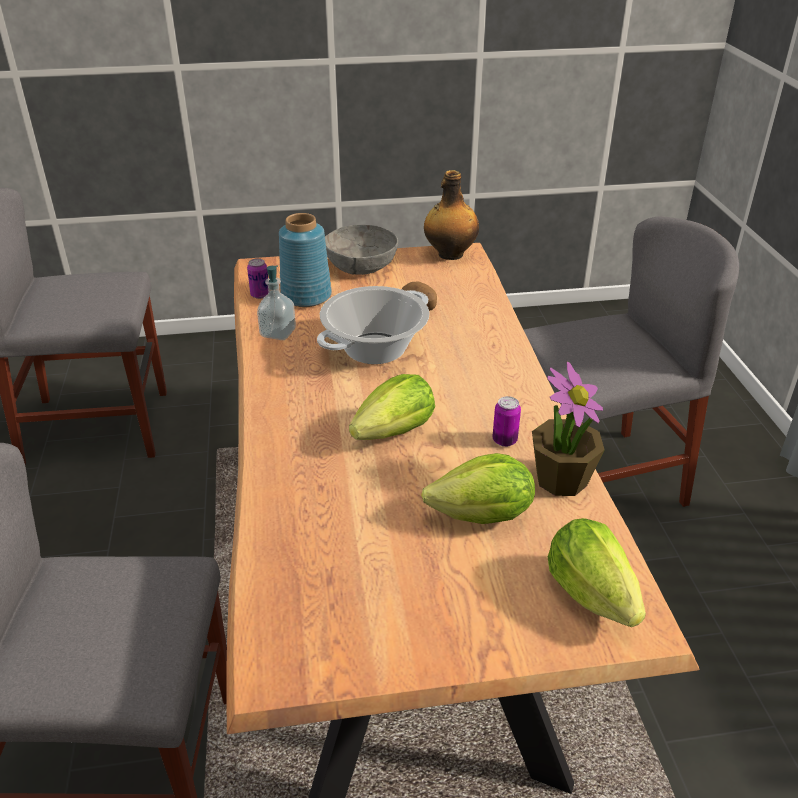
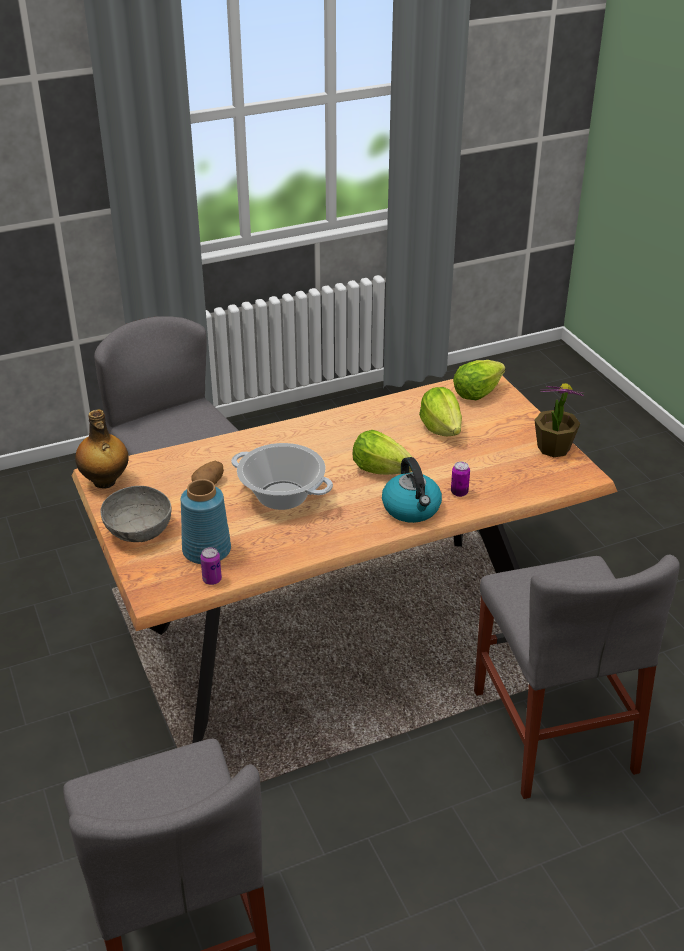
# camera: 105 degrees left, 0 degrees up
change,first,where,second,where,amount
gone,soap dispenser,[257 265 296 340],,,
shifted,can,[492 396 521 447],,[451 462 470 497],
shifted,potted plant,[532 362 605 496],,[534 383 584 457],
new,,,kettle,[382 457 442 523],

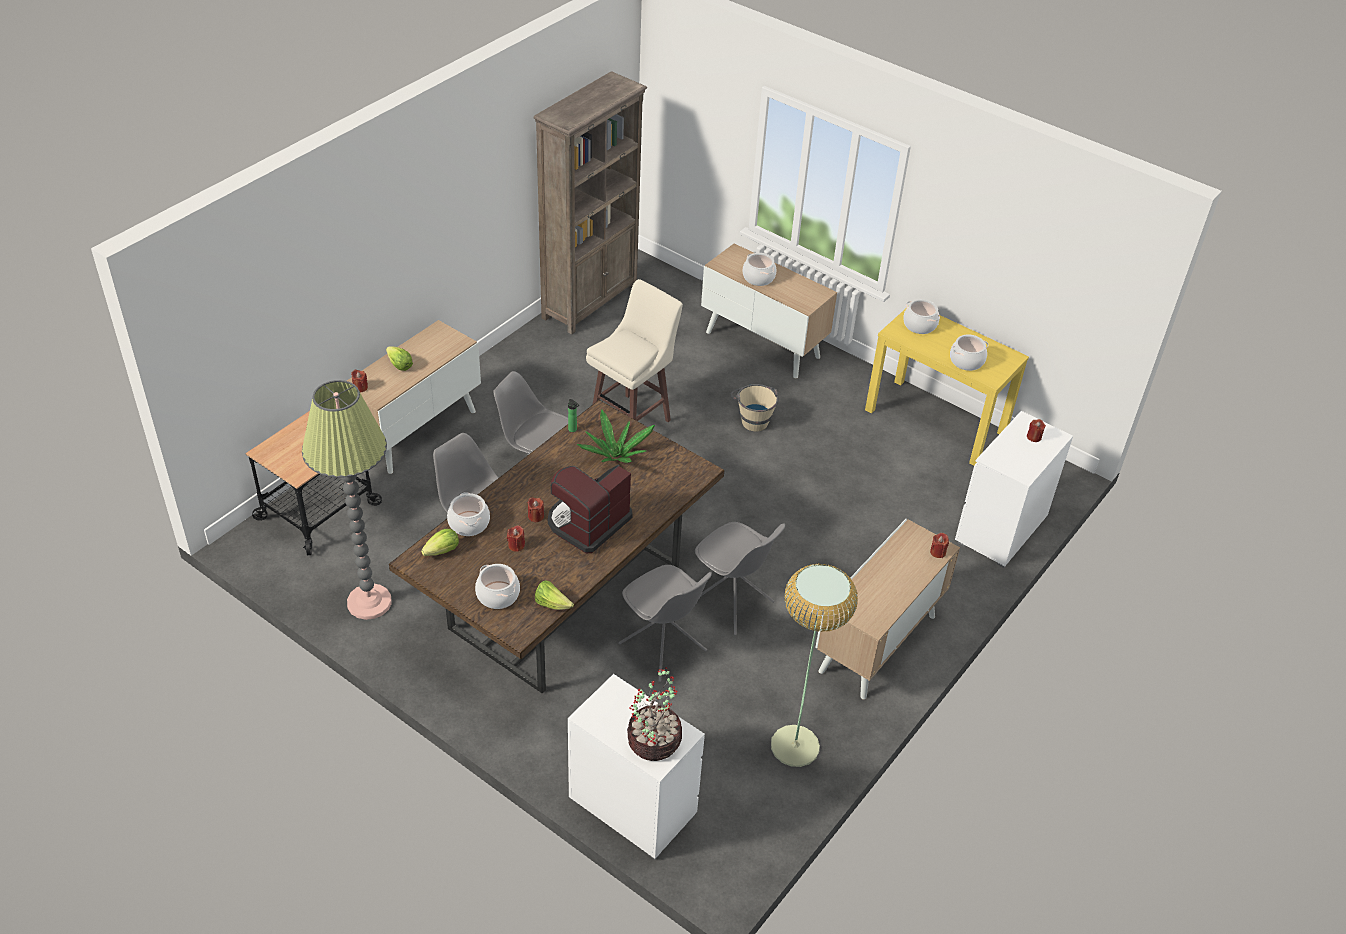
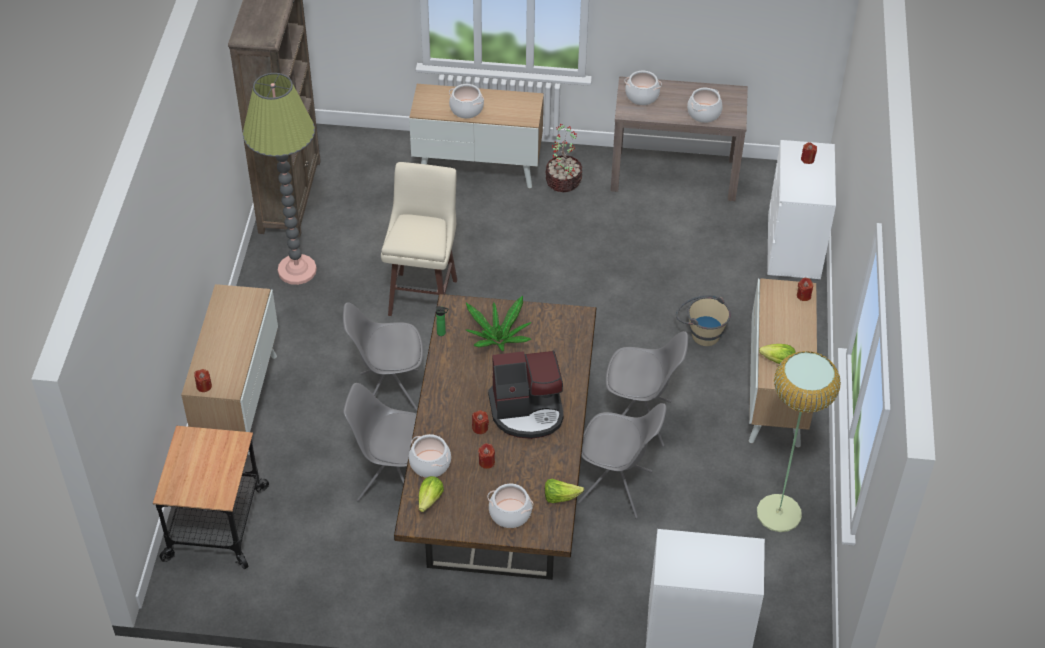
# camera: 30 degrees left, 5 degrees up
change,first,where,second,where,amount
shifted,floor lamp,[302 380 392 620],,[243 73 317 285],
shifted,lettuce,[386 346 413 371],,[759 344 796 364],
rotated,coffee machine,[548 465 632 554],,[488 351 564 439],105 degrees counterclockwise
shifted,potted plant,[627 667 682 761],,[545 124 582 192],
shifted,bucket (beige),[730 384 778 431],,[676 295 731 346],
repainted,console table (yellow),[865 309 1029 466],console table (brown),[610 76 748 201],

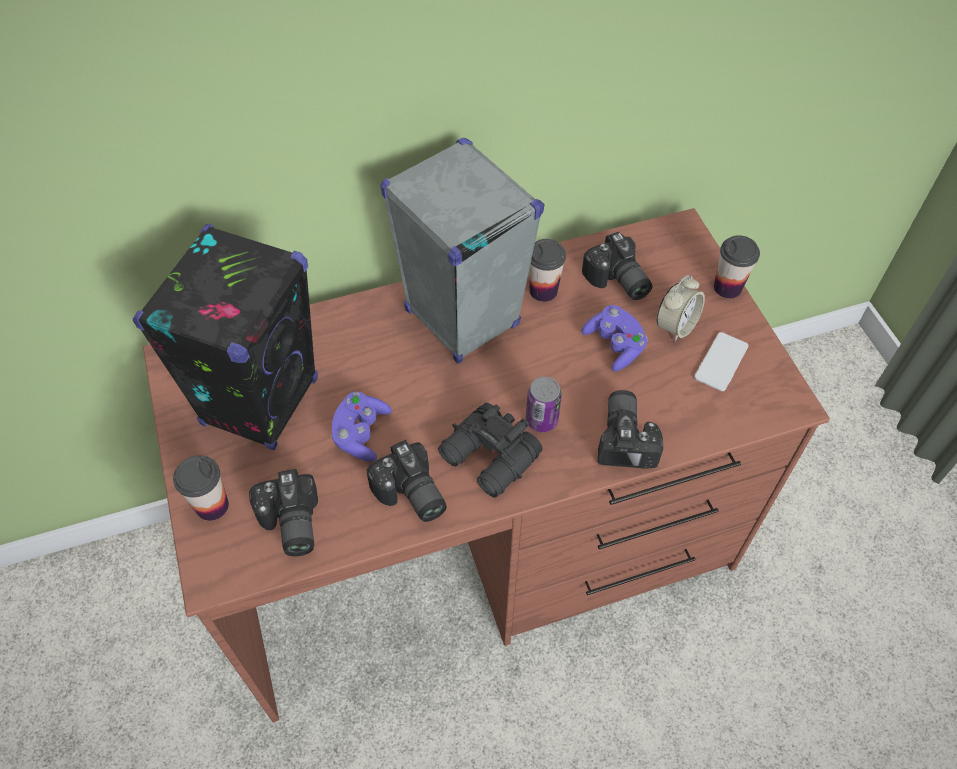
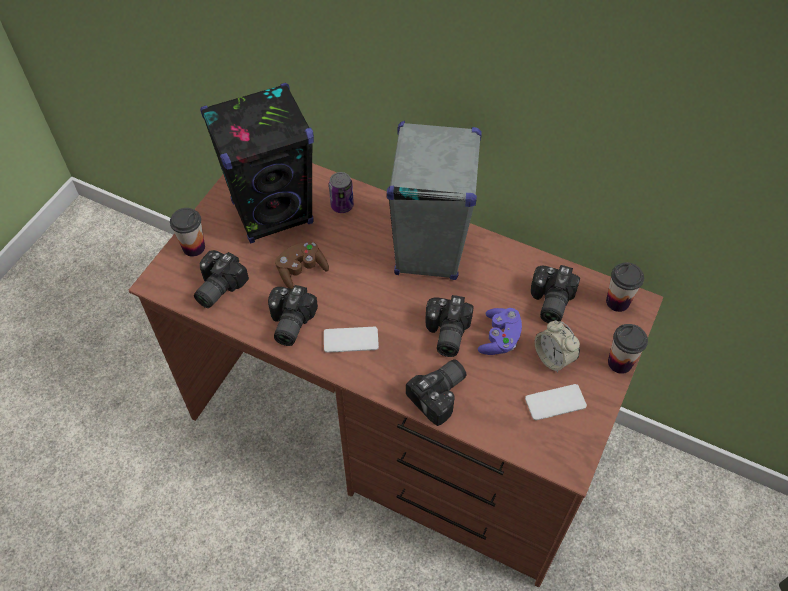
# camera: 45 degrees right, 0 degrees up
change,first,where,second,where,amount
repainted,game controller (purple),[331 391 392 461],game controller (brown),[275 241 329 289],
swapped,binoculars (black),[438 403 543 498],phone,[324 327 379 353],
shifted,can,[526 377 562 432],,[329 172 354 213],
shifted,cup,[529 239 566 302],,[606 262 644 312],
rotated,alarm clock,[656 275 705 341],,[535 320 580 373],60 degrees clockwise
new,,,photo camera,[425 295 474 357],

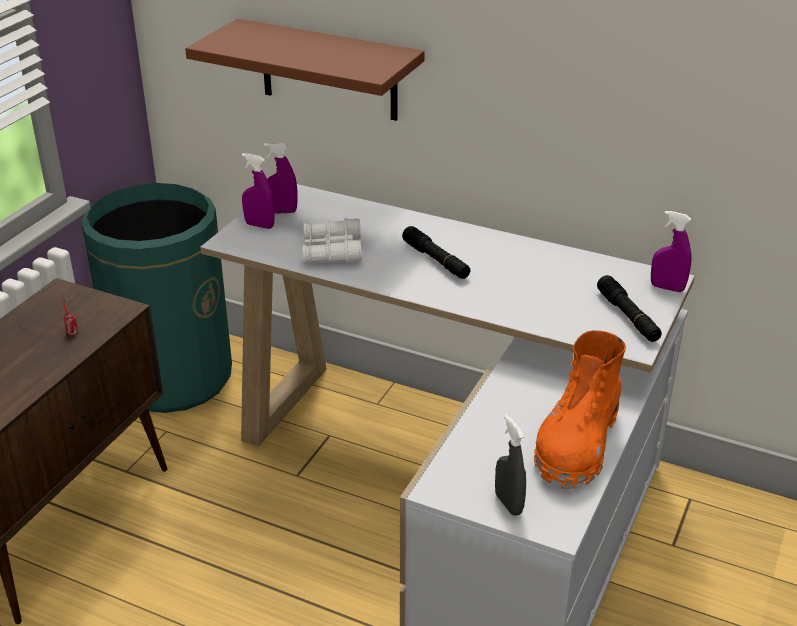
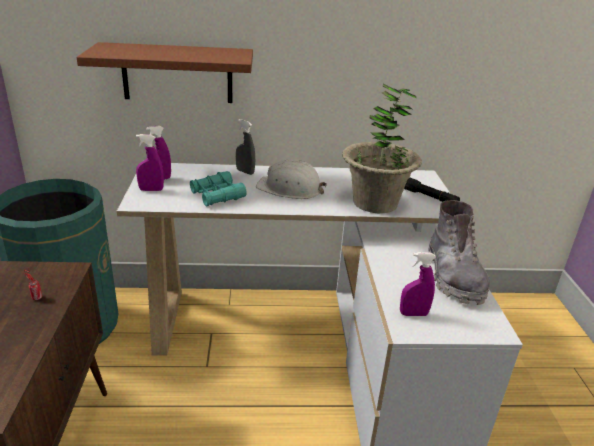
# camera: 30 degrees left, 5 degrees down
change,first,where,second,where,amount
repainted,binoculars (white),[303 218 362 264],binoculars (turquoise),[190 171 247 206],
swapped,flashlight (black),[402 226 471 279],hard hat (white),[256 159 327 199],
shifted,spray bottle (grey),[495 415 526 516],,[236 119 255 175],
repainted,boot (orange),[534 330 626 489],boot (grey),[428 200 490 305],
shifted,spray bottle (purple),[651 211 691 292],,[400 252 436 316],
new,,,potted plant,[342 84 422 213],

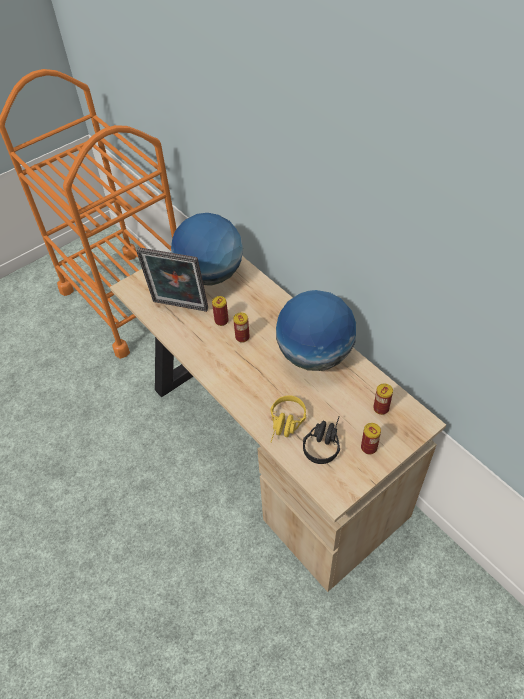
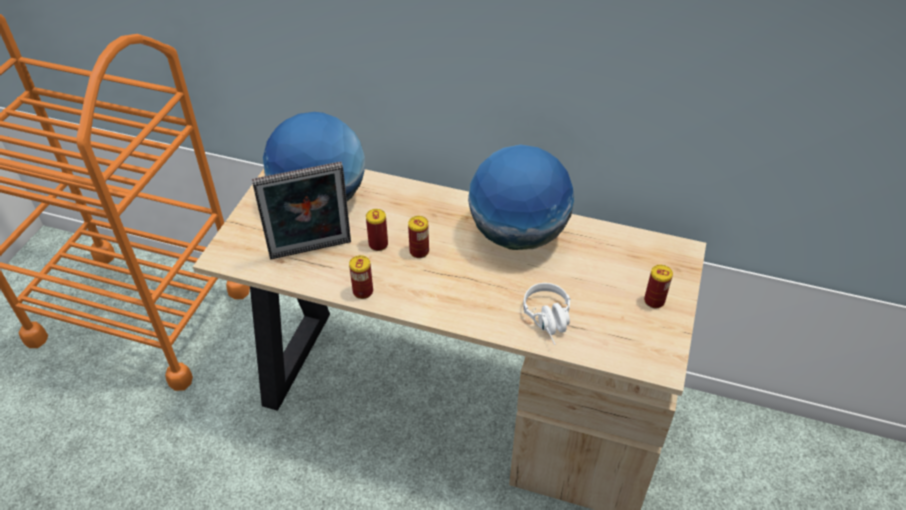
# camera: 35 degrees left, 5 degrees down
change,first,where,second,where,amount
repainted,headphones (yellow),[270 395 306 443],headphones (white),[523 283 570 345],
gone,headphones (black),[303 416 340 464],,,
shifted,can,[373 383 393 415],,[349 255 373 299],

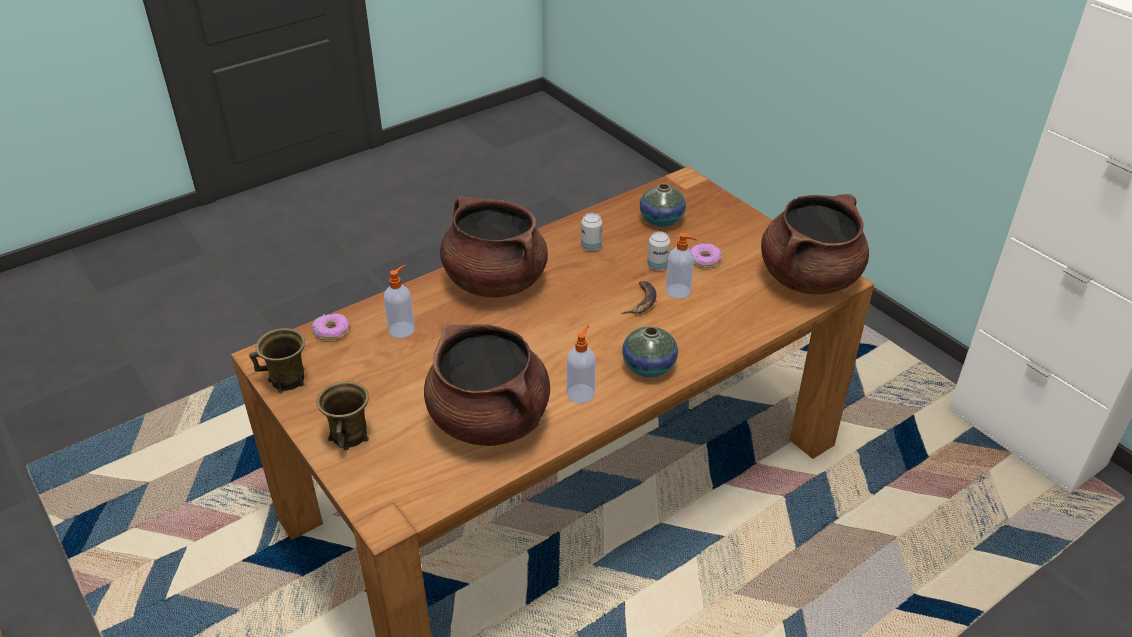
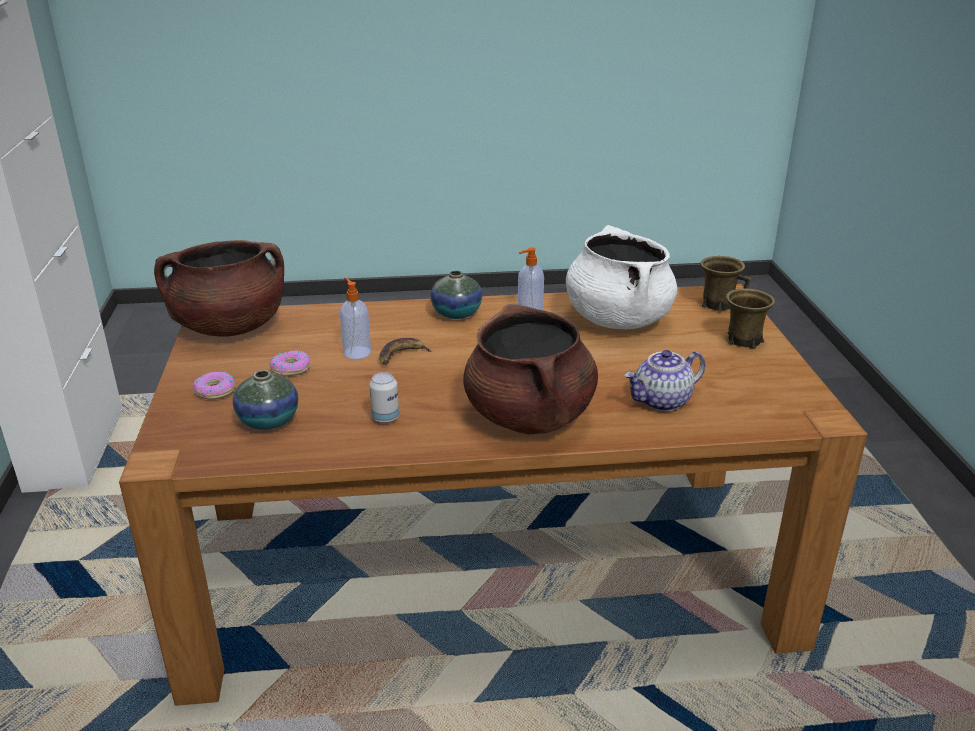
# camera: 150 degrees left, 10 degrees down
change,first,where,second,where,amount
shifted,mug (brown),[249 328 305 393],,[701 256 751 312],
shifted,donut,[312 314 349 340],,[193 371 235 400],
swapped,soap dispenser,[384 265 415 338],teapot,[624 350 705 411],
repainted,cooking pot (brown),[424 324 550 446],cooking pot (white),[566 225 678 329],
gone,can,[647 231 670 271],,,

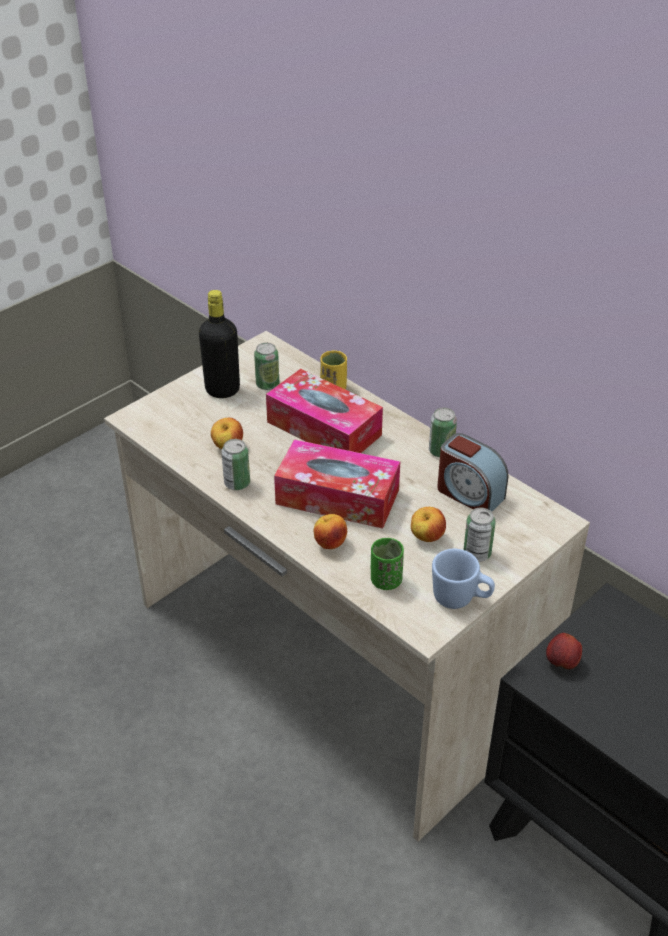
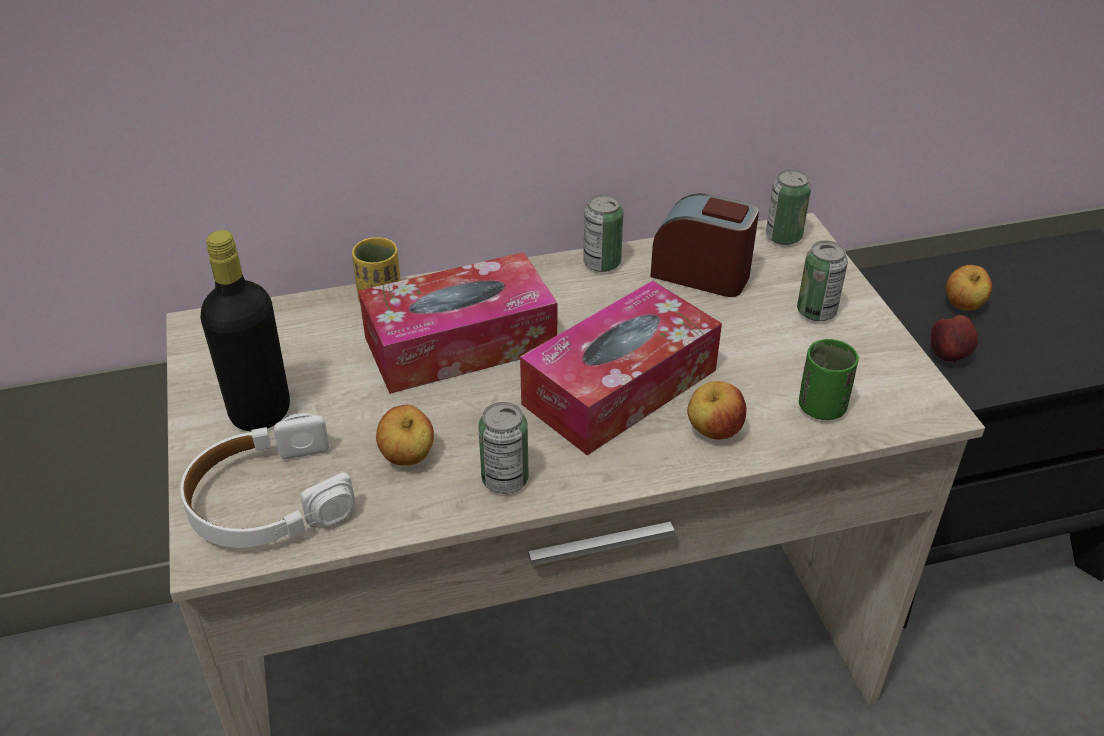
# camera: 60 degrees left, 0 degrees up
change,first,where,second,where,amount
shifted,can,[254 343 279 390],,[766 169 811 245],
shifted,apple,[411 507 446 542],,[946 265 992 311],
gone,mug (blue),[432 549 495 609],,,
rotated,alarm clock,[437 433 508 512],,[650 193 759 297],135 degrees counterclockwise
new,,,headphones (white),[180 413 355 548],

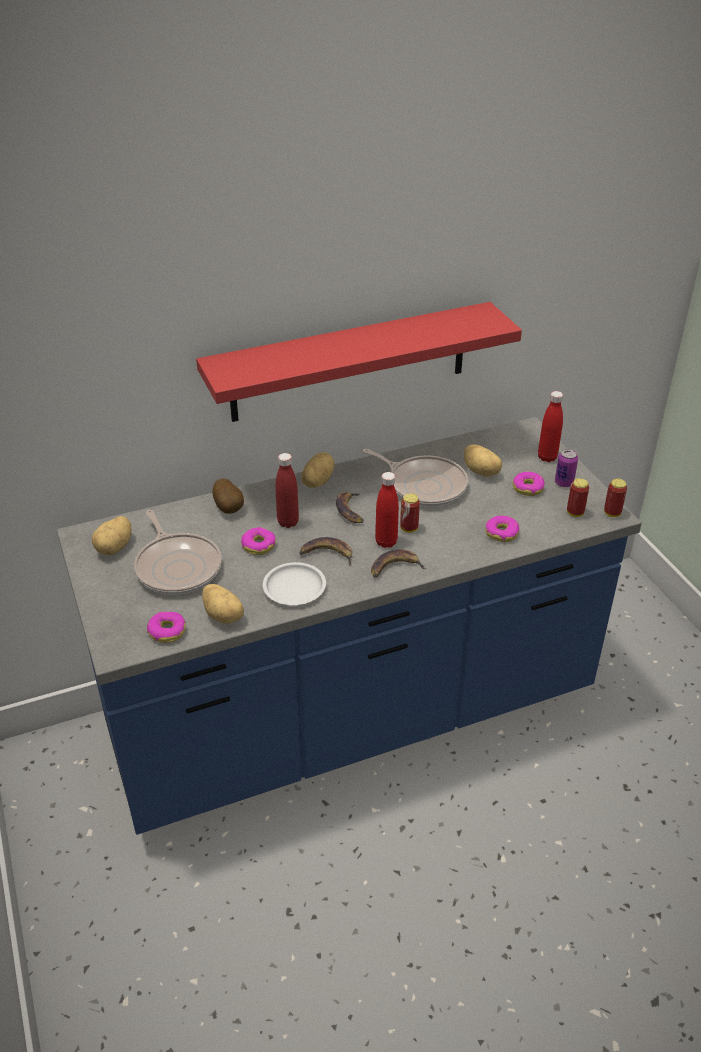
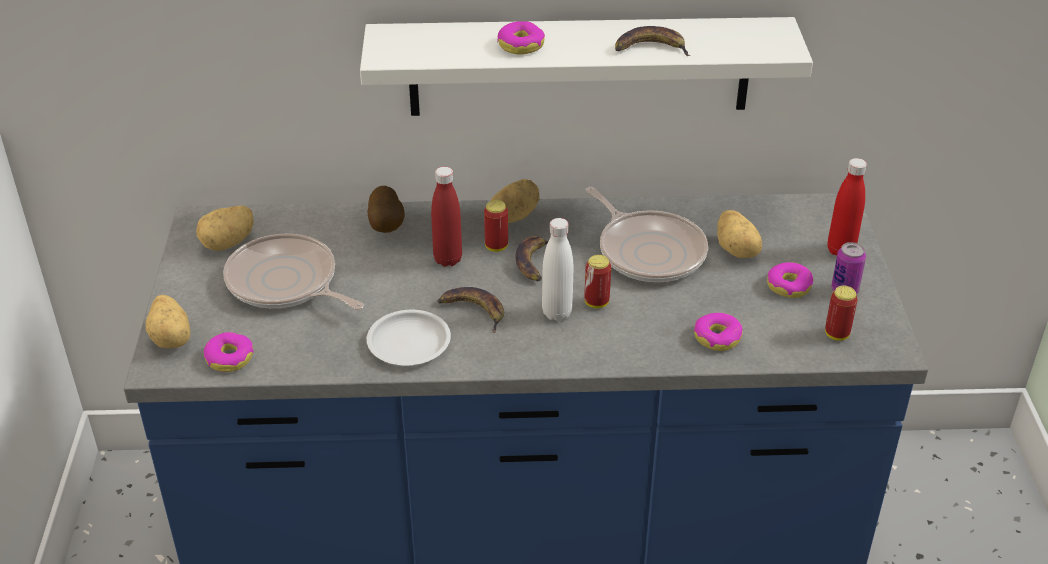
# camera: 20 degrees right, 0 degrees up
change,first,where,second,where,amount
rotated,frying pan,[134 510 222 594],,[223 234 364 310],135 degrees clockwise
repainted,shelf (red),[196 302 522 422],shelf (white),[360 17 813 116],
shifted,potato,[202 584 244 624],,[146 295 190 348],
shifted,donut,[241 527 276 555],,[497 21 545 55],
shifted,banana,[371 549 426 578],,[615 26 690 56],
repainted,bottle (red),[375 472 399 548],bottle (white),[542 218 573 321],
shifted,can,[604 478 627 517],,[484 200 508 252],

